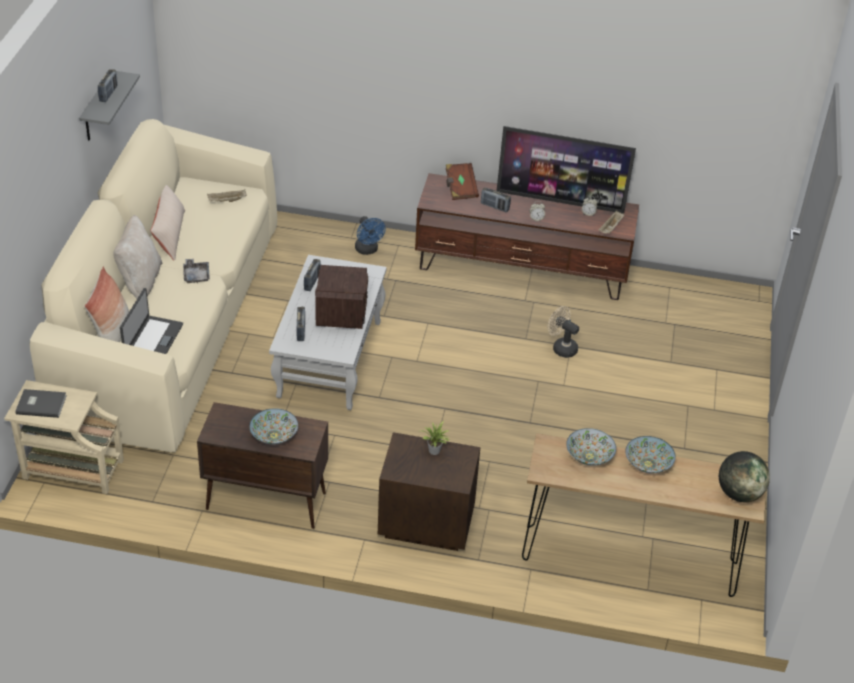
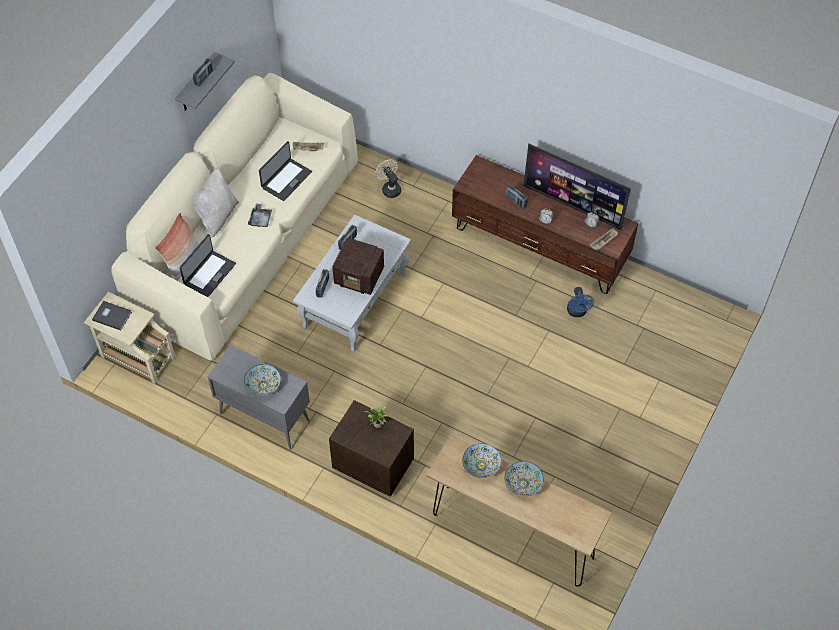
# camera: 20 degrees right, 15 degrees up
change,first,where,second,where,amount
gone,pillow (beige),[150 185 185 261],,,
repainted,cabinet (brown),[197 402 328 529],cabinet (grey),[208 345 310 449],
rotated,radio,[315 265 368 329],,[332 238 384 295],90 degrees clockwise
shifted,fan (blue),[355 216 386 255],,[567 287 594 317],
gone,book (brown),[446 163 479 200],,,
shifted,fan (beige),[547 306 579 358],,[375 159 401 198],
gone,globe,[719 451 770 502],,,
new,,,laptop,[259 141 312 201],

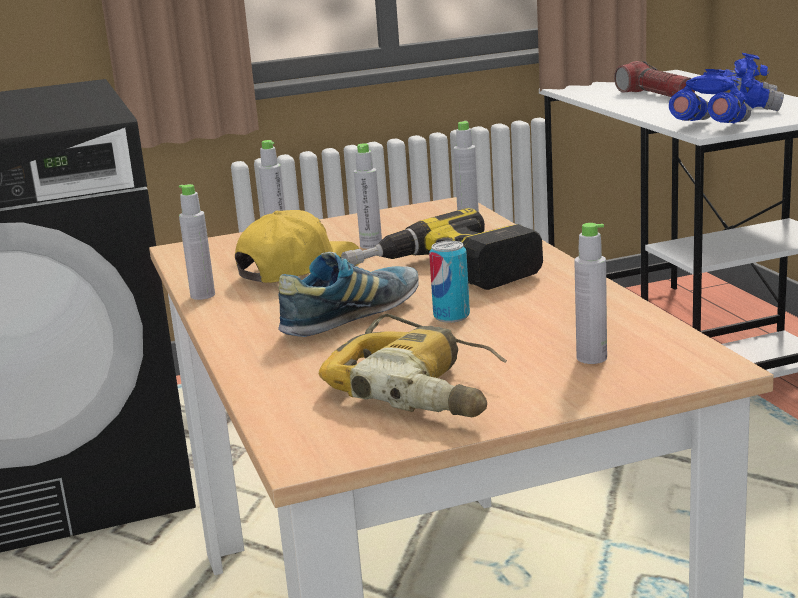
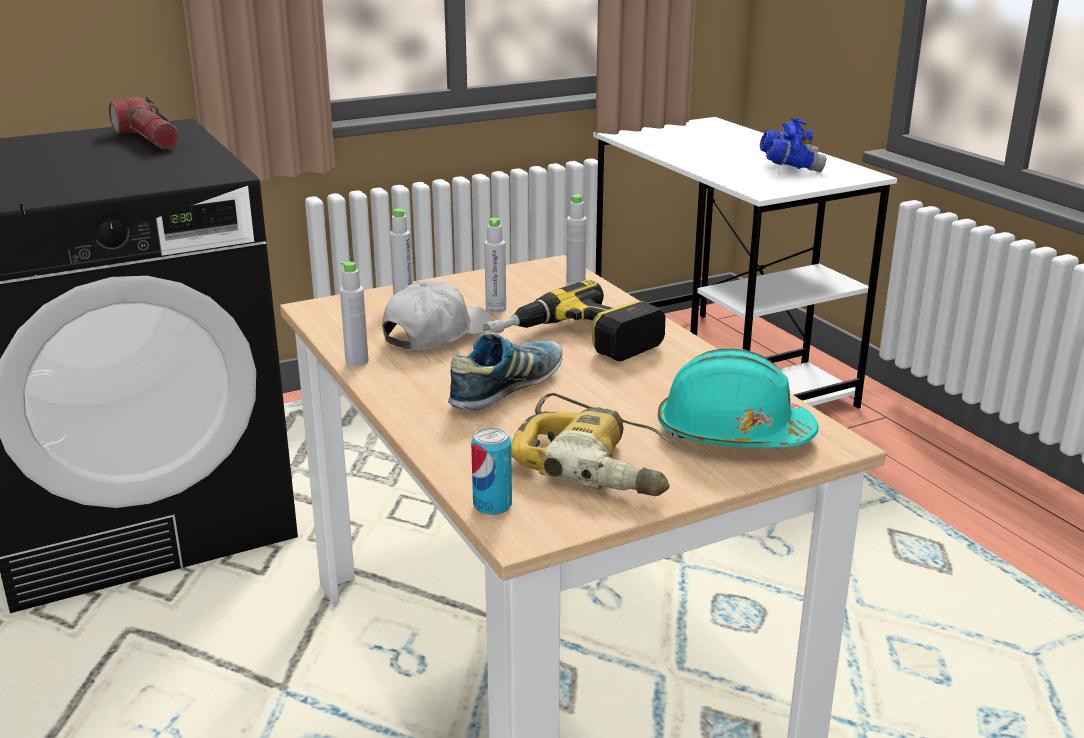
# camera: 10 degrees left, 5 degrees up
change,first,where,second,where,amount
repainted,cap (yellow),[235 210 360 283],cap (white),[382 281 494 350],
shifted,can,[429 241 470 322],,[471 428 512 515],
swapped,bottle (grey),[574 223 607 364],hard hat (turquoise),[658 348 818 447],
shifted,flashlight,[614 61 695 97],,[109 97 179 149],
gone,binoculars (blue),[669 69 751 123],,,

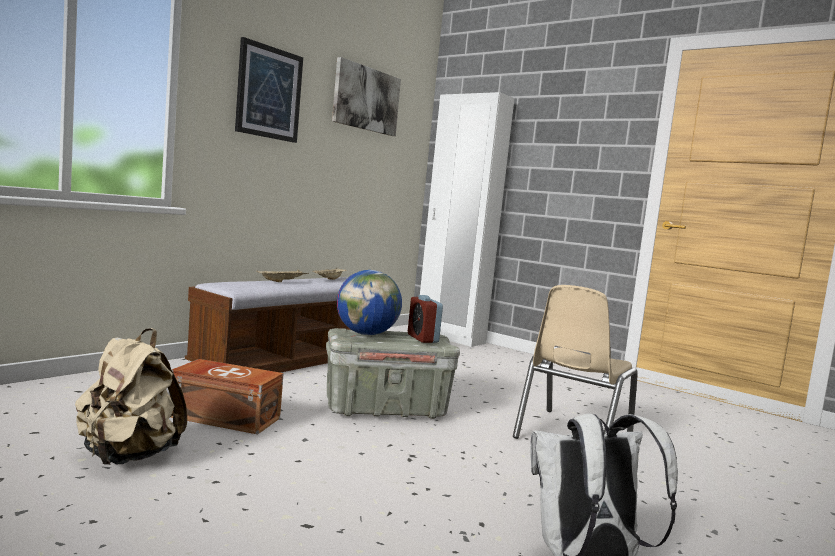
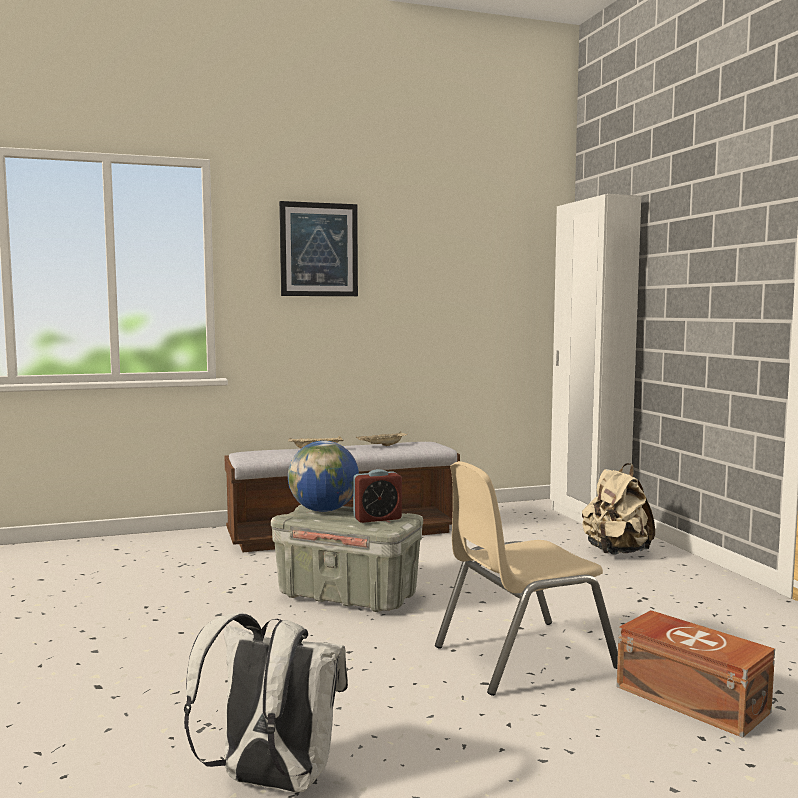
# camera: 35 degrees right, 0 degrees up
change,first,where,second,where,amount
shifted,backpack (beige),[75 328 187 465],,[582 463 655 555],
shifted,storage box (brown),[170 359 284 434],,[617 610 775 738],
gone,picture,[332 57 401 136],,,
rotated,alarm clock,[408 295 443 343],,[353 469 402 523],120 degrees counterclockwise

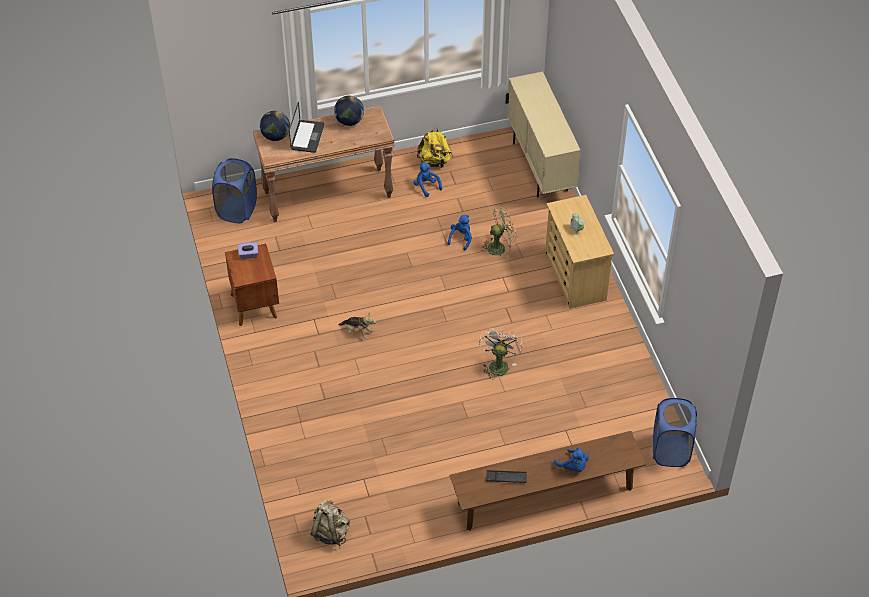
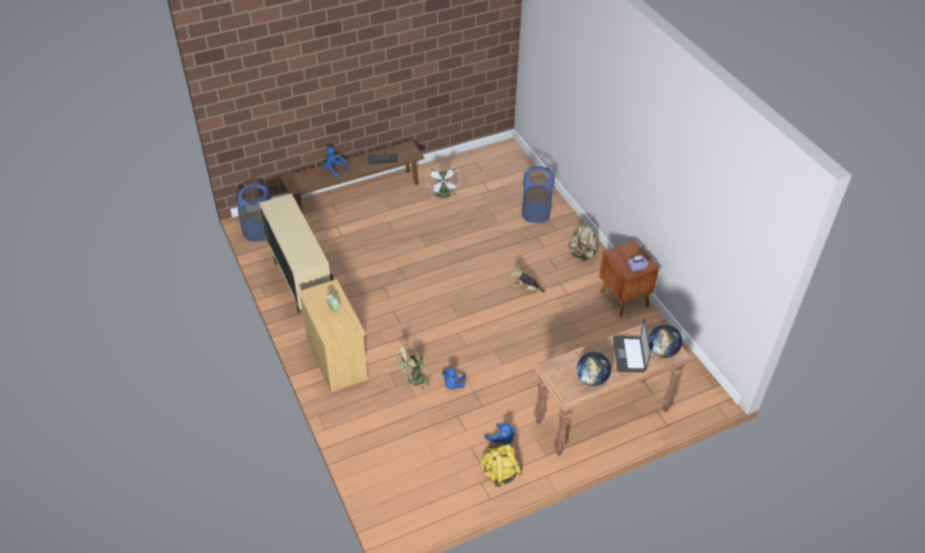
# camera: 170 degrees right, 5 degrees down
change,first,where,second,where,amount
shifted,laundry basket (blue),[212 158 257 223],,[522 166 554 223],
shifted,backpack (beige),[311 500 350 546],,[569 223 598 261],
shifted,fan (white),[479 328 522 380],,[426 164 460 198],
shifted,cabinet (beige),[505 72 581 198],,[259 194 333 313],

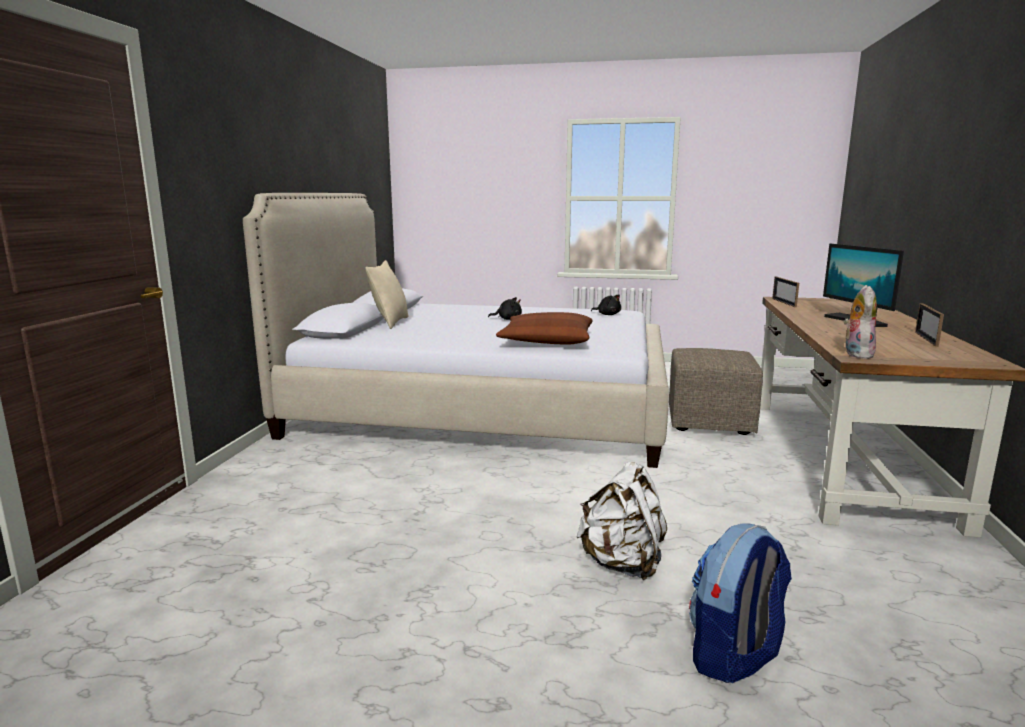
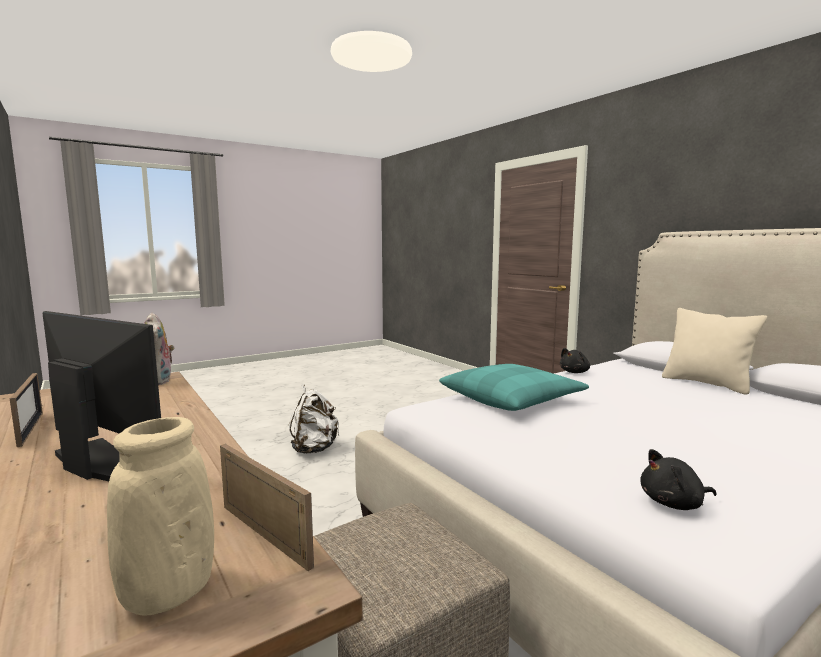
# camera: 135 degrees right, 5 degrees down
change,first,where,second,where,amount
shifted,plush toy (black),[488 297 522 320],,[560 348 590 373],
repainted,pillow (brown),[496 312 593 344],pillow (turquoise),[439 364 589 411],
gone,backpack,[689 523 792 683],,,
new,,,vase (beige),[107 417 214 616],

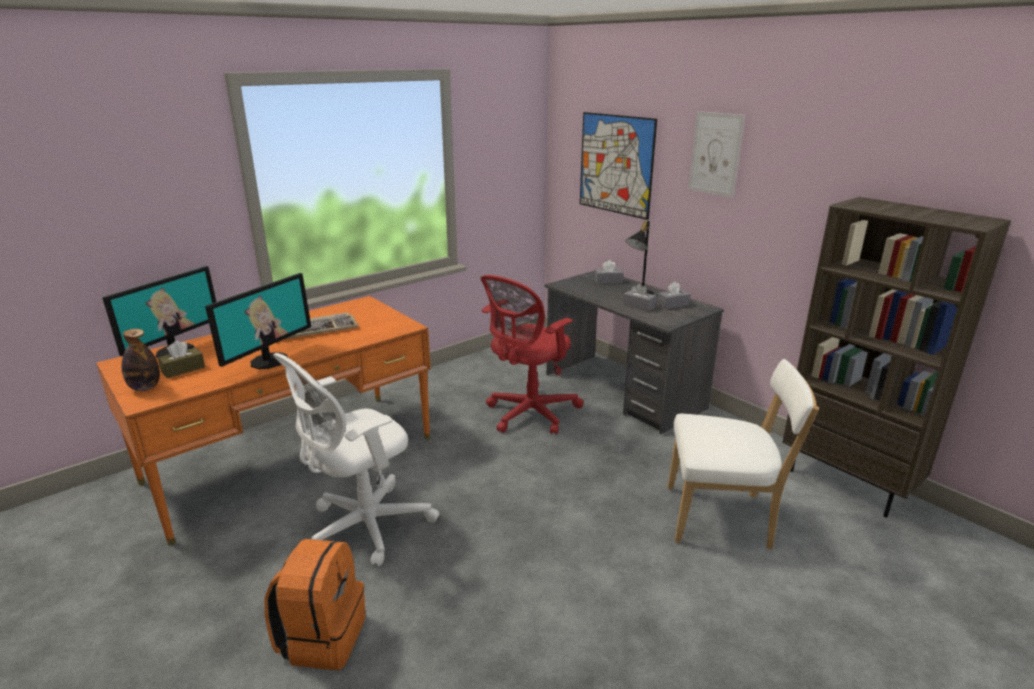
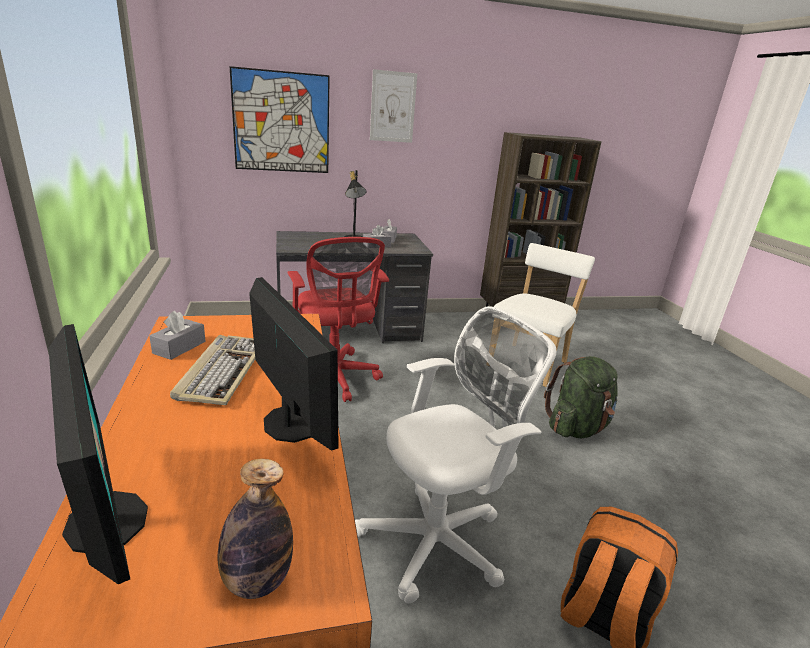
# camera: 65 degrees left, 0 degrees up
change,first,where,second,where,amount
gone,tissue box (brown),[158 340 205 378],,,
rotated,office chair (white),[273 353 440 566],,[355 306 556 603],105 degrees counterclockwise
shifted,tissue box (grey),[595 260 623 284],,[149 311 206 360],
new,,,backpack (green),[544 356 618 438],

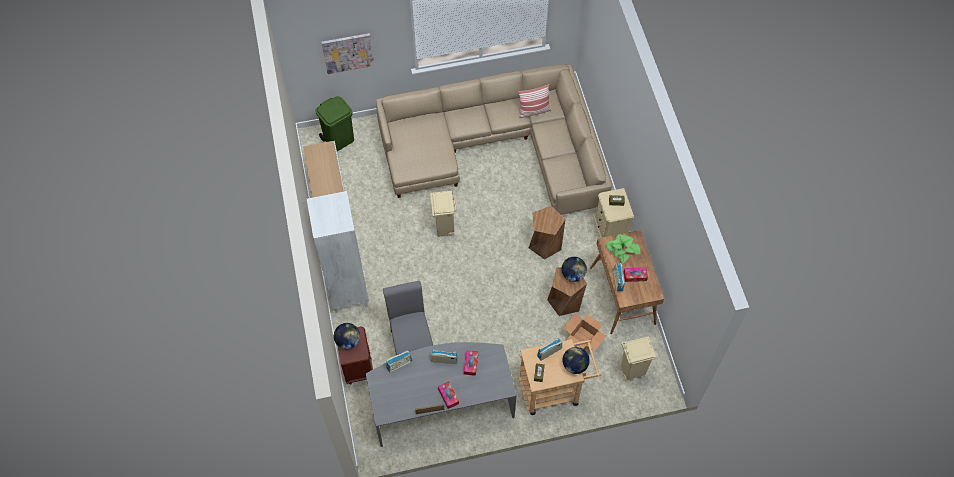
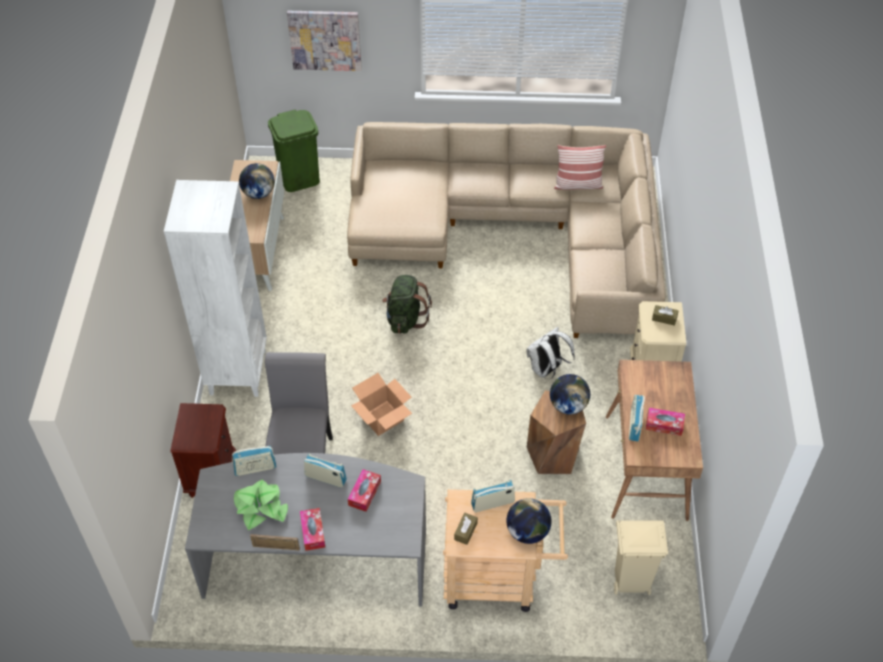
# camera: 15 degrees right, 10 degrees down
change,first,where,second,where,amount
shifted,globe,[334 323 360 349],,[239 163 275 199],
swapped,trash can (beige),[430 191 456 237],backpack (green),[382 275 432 334],
swapped,stool (brown),[529 206 566 260],backpack (white),[527 327 575 378],
shifted,cardboard box,[564 313 607 351],,[351 373 412 436],
shifted,potted plant,[605 234 640 263],,[234 480 288 530],

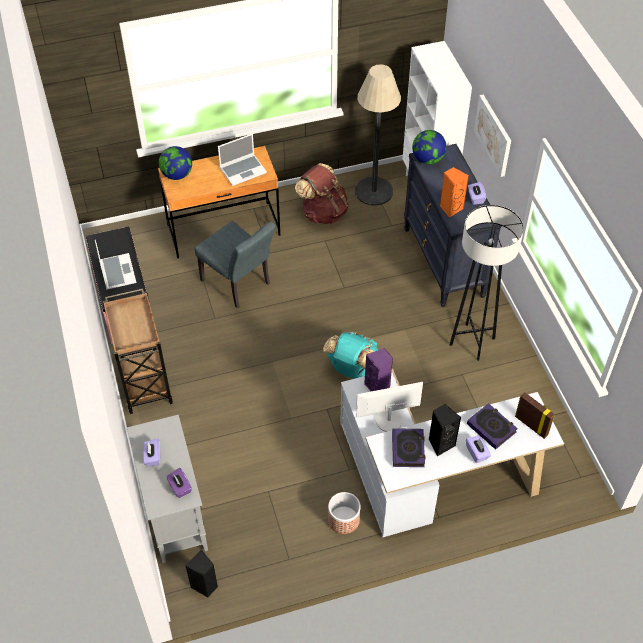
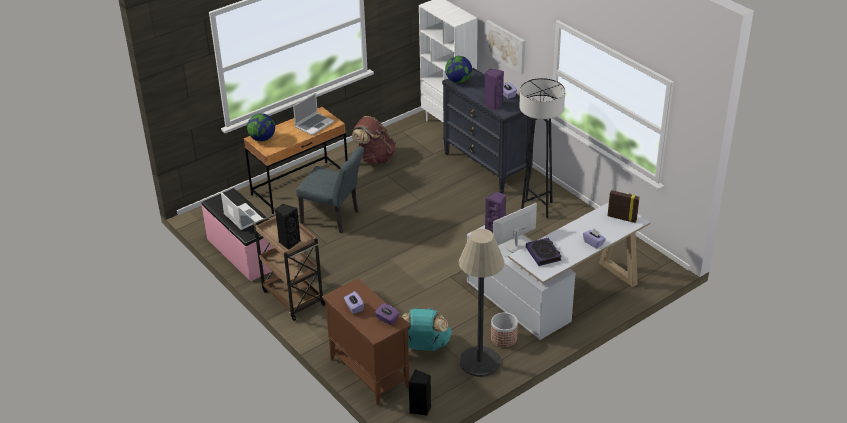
# camera: 20 degrees left, 15 degrees down
change,first,where,second,where,amount
repainted,cabinet (grey),[127 415 208 563],cabinet (brown),[322 278 411 405],
shifted,backpack (turquoise),[323 331 378 379],,[401 307 452 351],
shifted,floor lamp,[355 64 401 206],,[459 229 504 377],
shifted,speaker (black),[429 404 461 456],,[275 204 301 250],
repainted,speaker (orange),[440 167 469 218],speaker (purple),[484 69 504 110],
gone,book,[467 403 518 450],,,

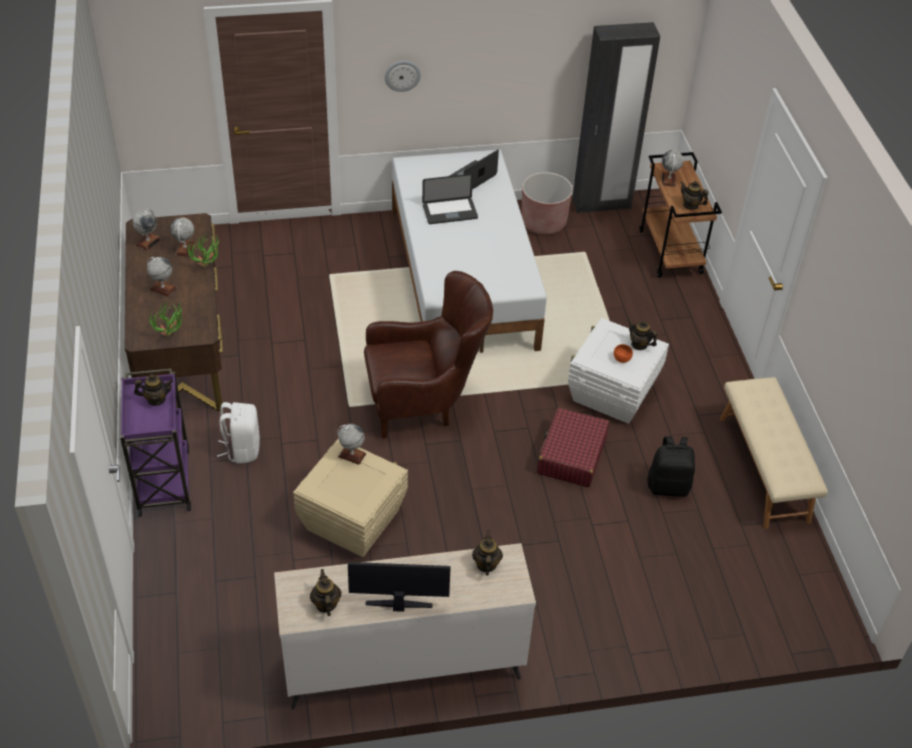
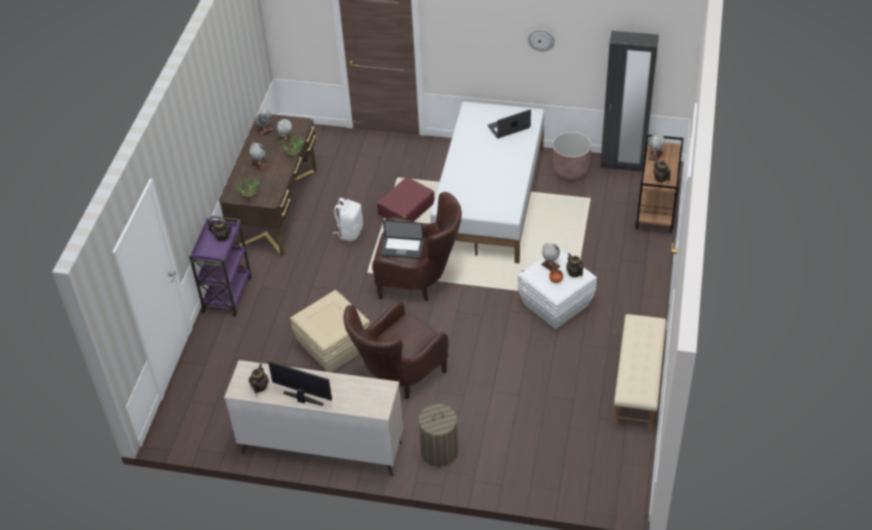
# camera: 25 degrees right, 0 degrees up
change,first,where,second,where,amount
shifted,backpack (white),[217 402 260 463],,[333 198 363 241],
shifted,globe,[337 424 366 465],,[541 243 560 271],
shifted,wall clock,[384 61 421 92],,[528 29 555 51],
shifted,laptop,[422 174 478 224],,[381 220 424 259],
gone,teapot,[472 530 503 575],,,
shifted,suitcase (red),[537 408 609 487],,[377 177 435 221],
gone,backpack (black),[647 436 695 497],,,
new,,,armchair (brown),[343 301 448 399],
new,,,laundry basket,[415 404 461 467],

